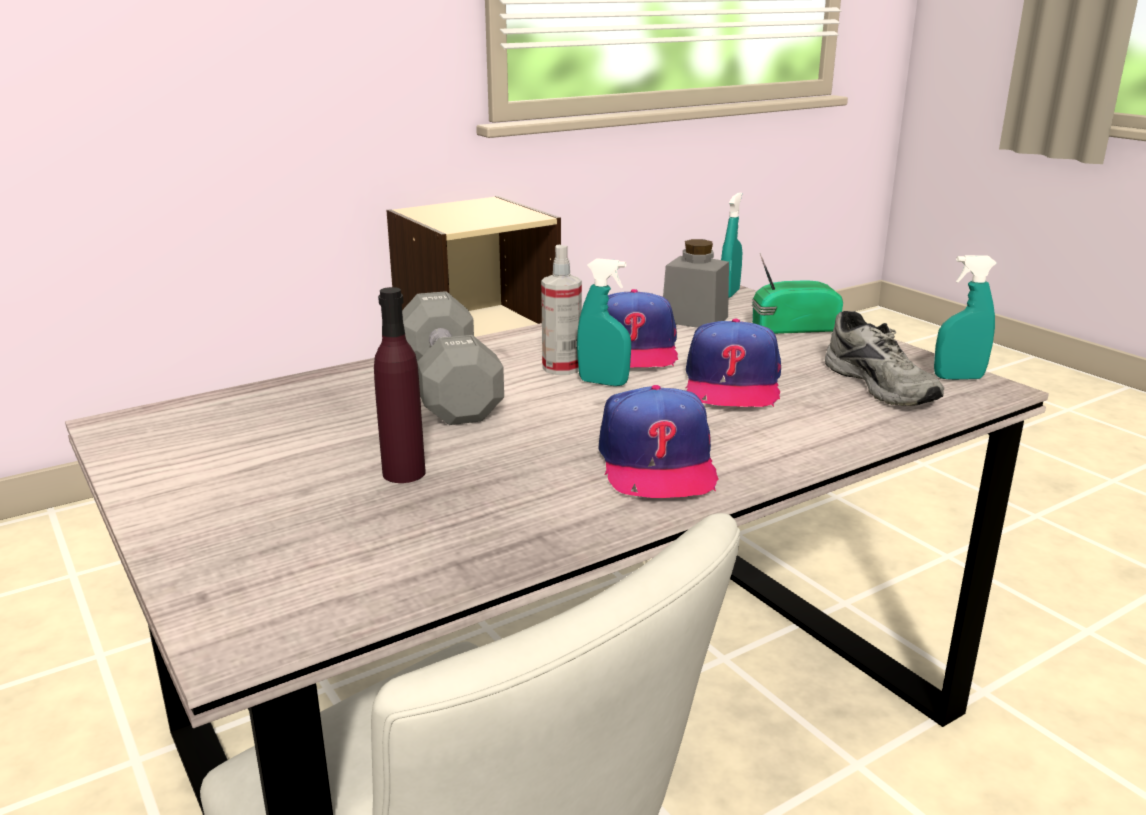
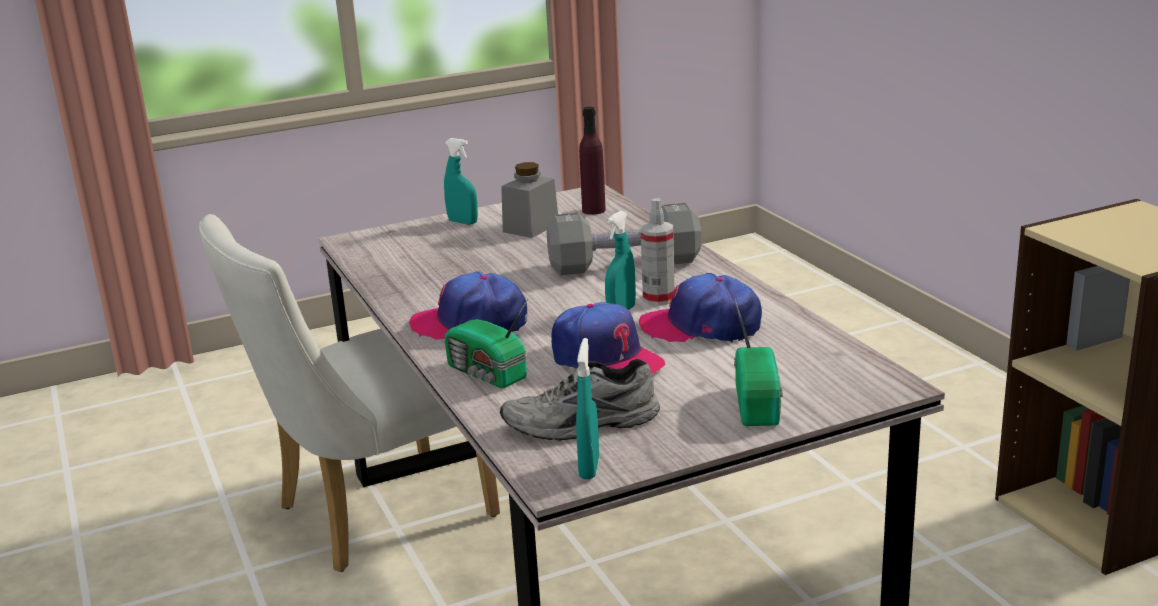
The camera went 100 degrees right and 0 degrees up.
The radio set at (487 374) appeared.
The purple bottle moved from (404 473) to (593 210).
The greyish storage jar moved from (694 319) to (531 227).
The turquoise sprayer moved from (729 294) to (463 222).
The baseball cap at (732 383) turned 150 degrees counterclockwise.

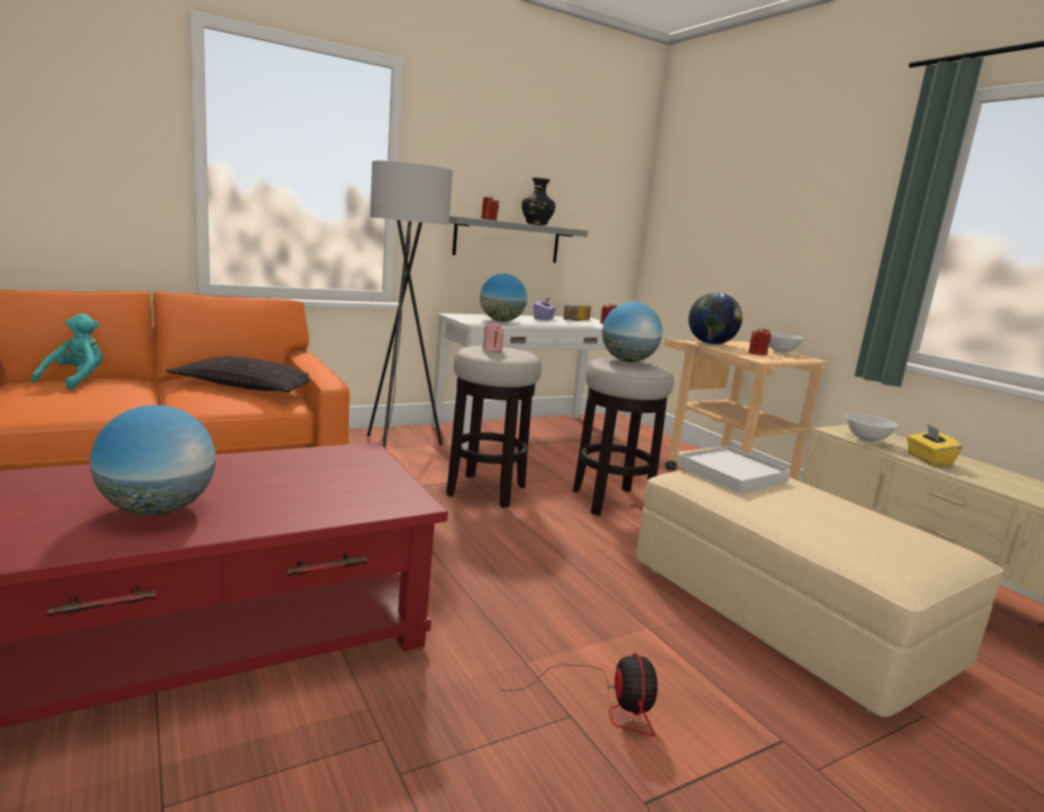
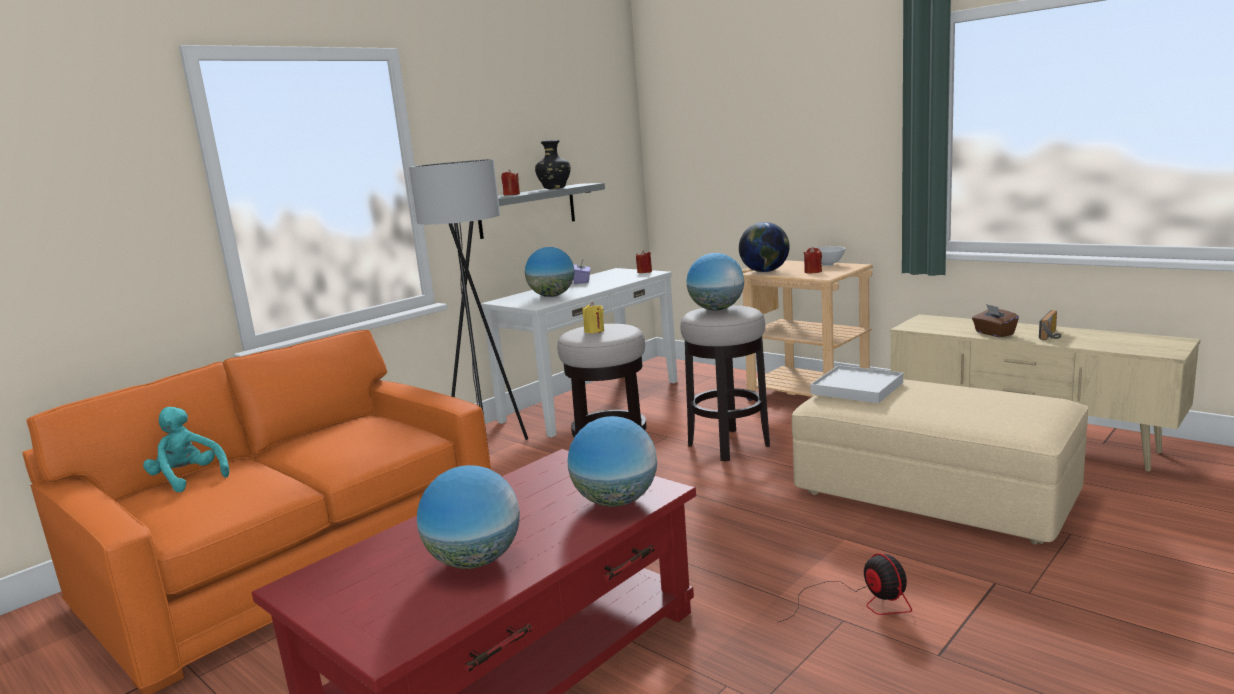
The camera went 15 degrees left and 0 degrees up.
The pillow at (247 386) disappeared.
The whitish serving bowl at (867 441) disappeared.
The desk globe at (616 502) appeared.
The radio set moved from (577 320) to (1052 335).
The pink-coloured candle at (492 350) became the yellow candle at (594 331).
The yellow tissue holder at (928 460) became the brown-coloured tissue holder at (994 333).
The turquoise plush toy at (76 381) turned 45 degrees counterclockwise.

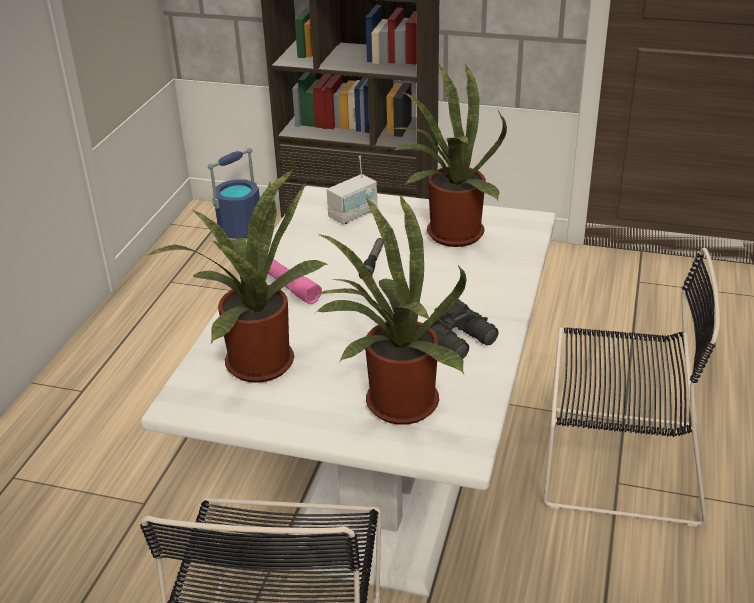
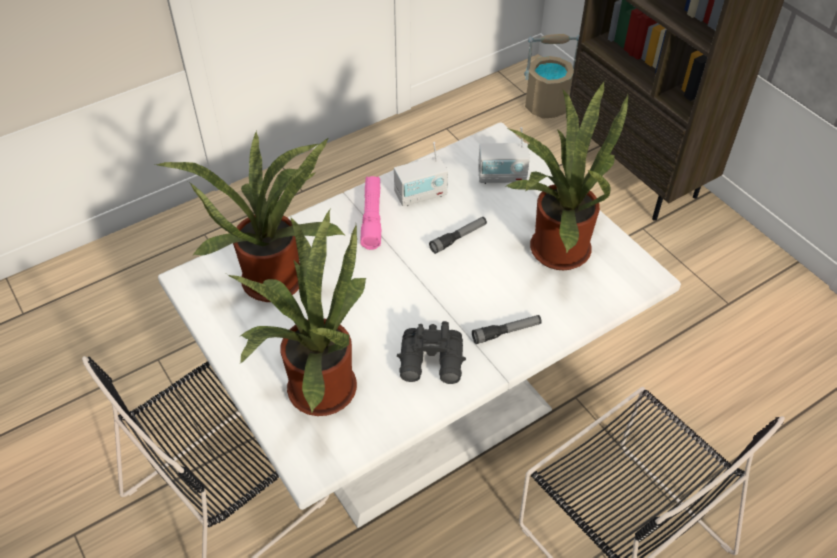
The camera went 40 degrees right and 15 degrees up.
The radio set at (421 195) appeared.
The hand torch at (506 332) appeared.
The blue bucket at (240 228) became the beige bucket at (546 105).

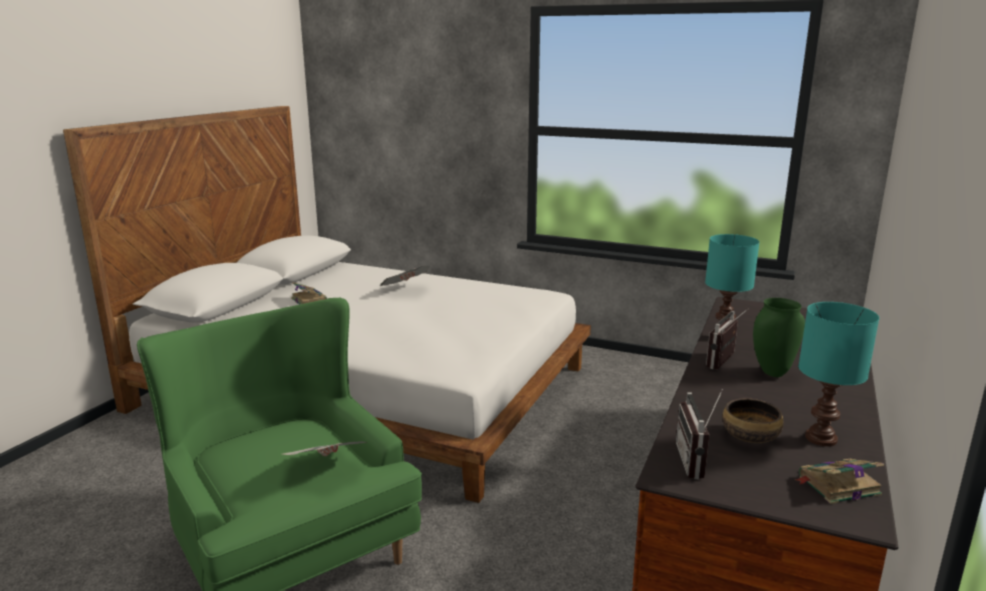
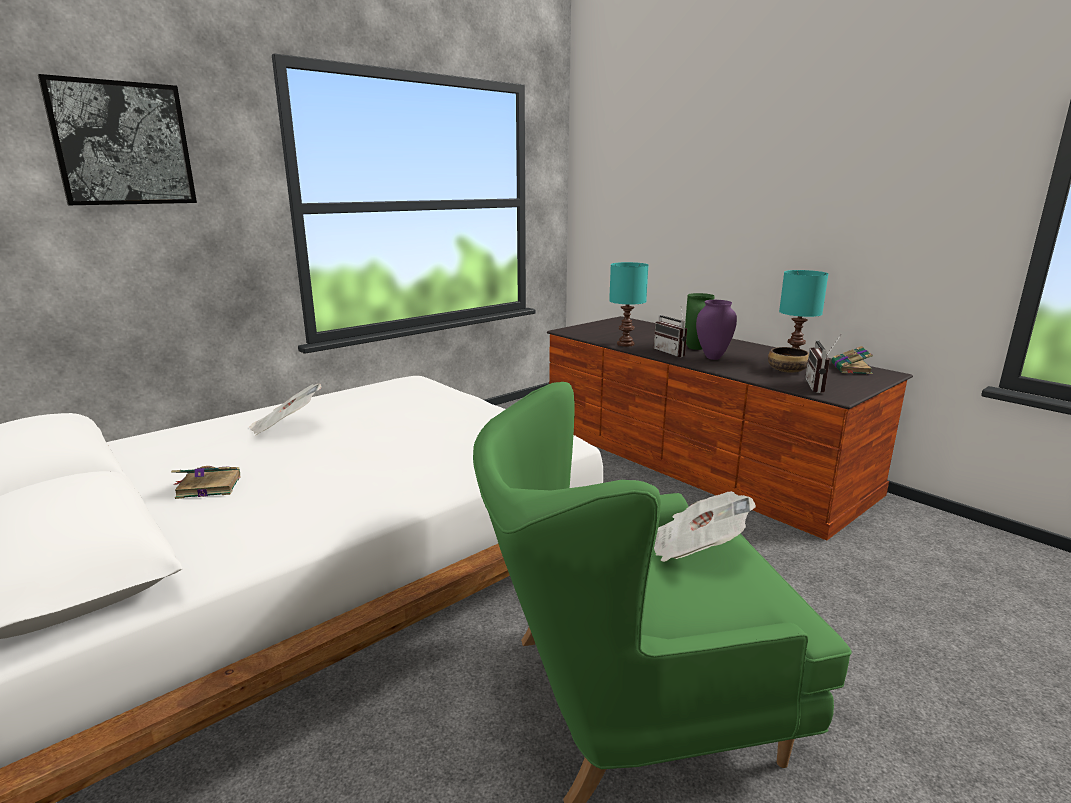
The camera went 65 degrees left and 0 degrees up.
The picture at (122 144) appeared.
The purple decorative vase at (713 358) appeared.
The radio set at (698 462) turned 75 degrees clockwise.

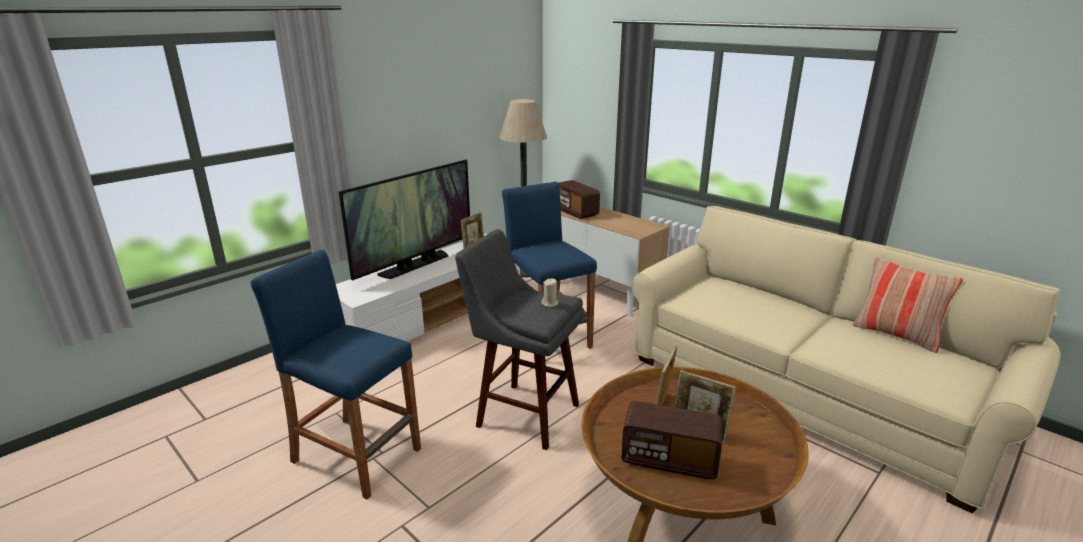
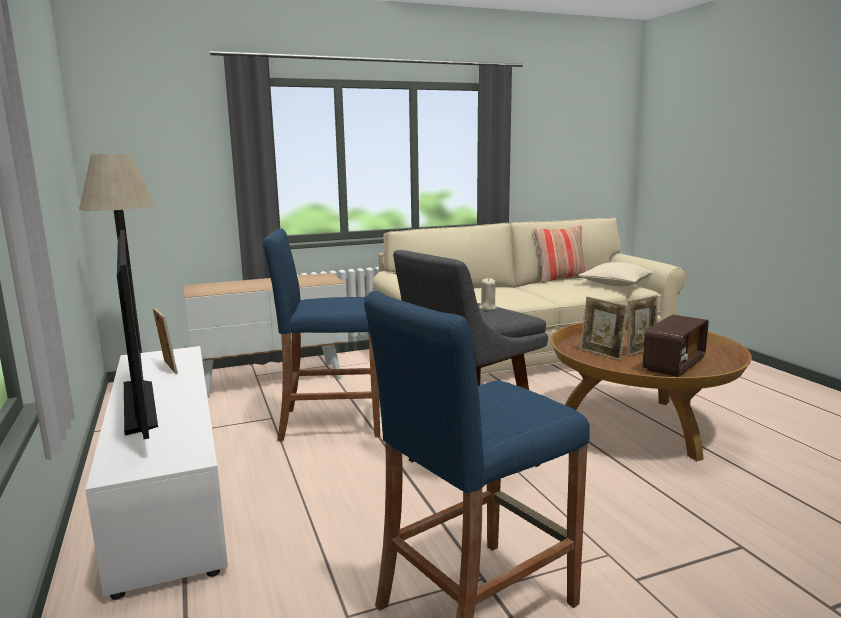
The camera went 65 degrees left and 10 degrees down.
The radio set at (575 212) disappeared.
The beige pillow at (615 284) appeared.

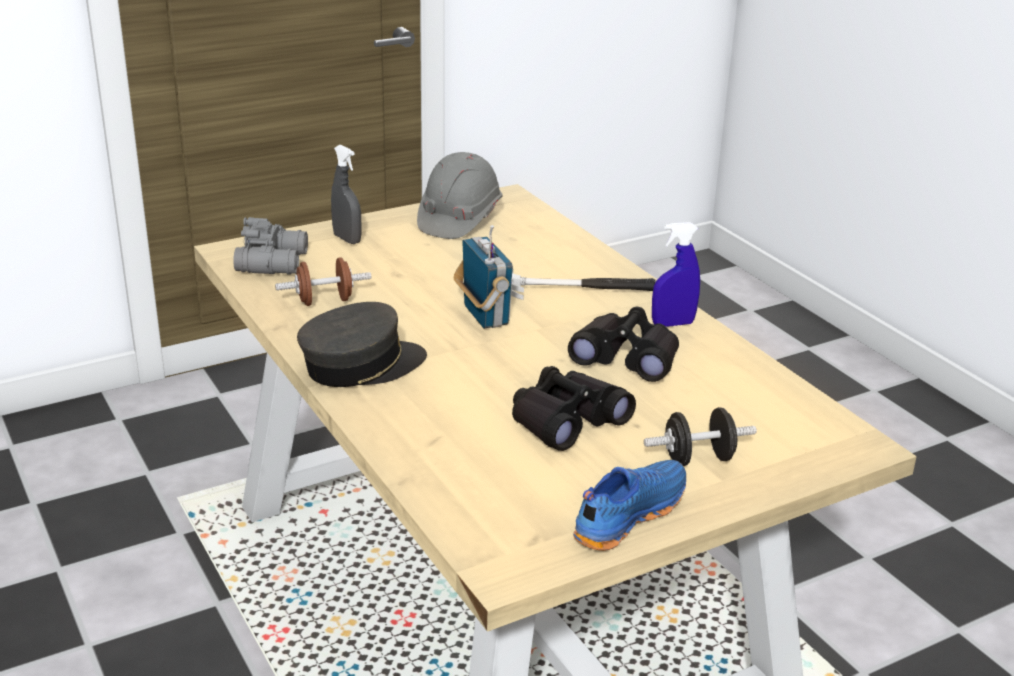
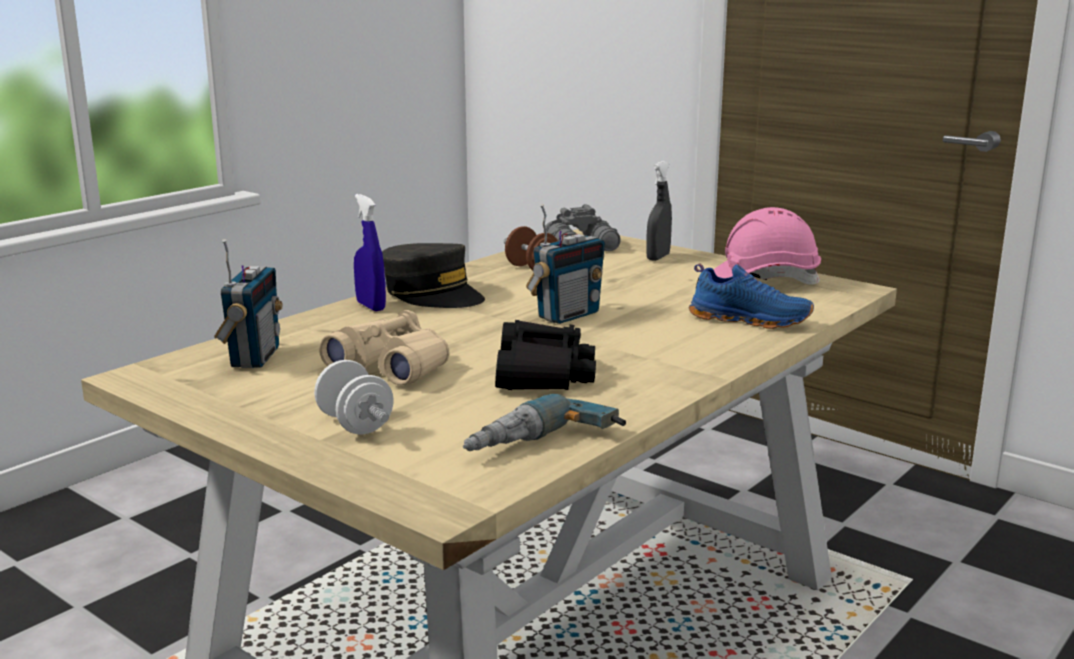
The camera went 70 degrees right and 10 degrees down.
The tool hammer at (577 289) disappeared.
The radio set at (254 357) appeared.
The drill at (545 448) appeared.
The blue item of footwear moved from (627 515) to (750 320).
The blue sprayer moved from (672 324) to (371 306).
The greyish work helmet at (459 219) became the pink-coloured work helmet at (763 281).
The black field glasses at (566 421) became the beige field glasses at (392 366).
The black hand weight at (698 459) became the whitish hand weight at (355 424).

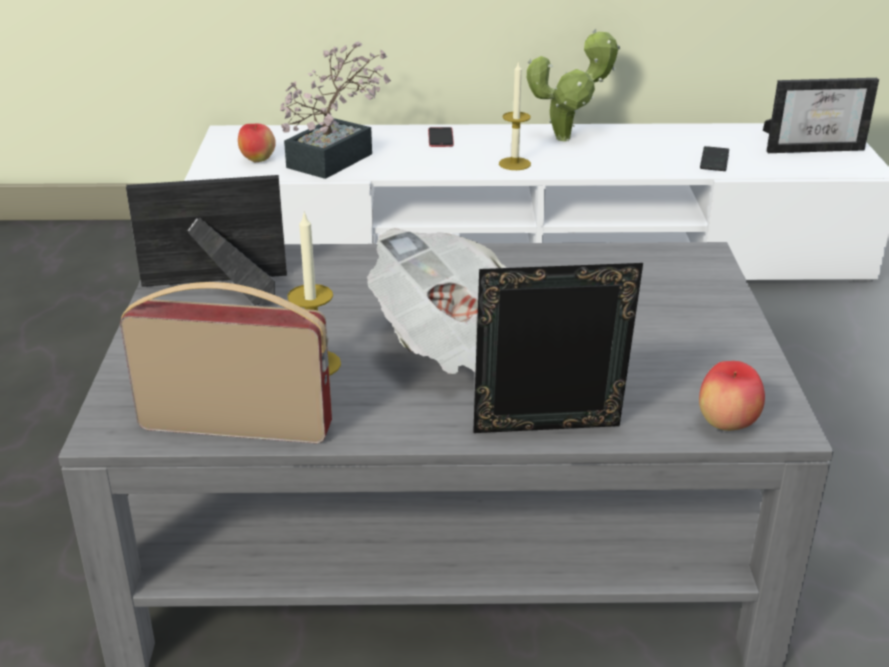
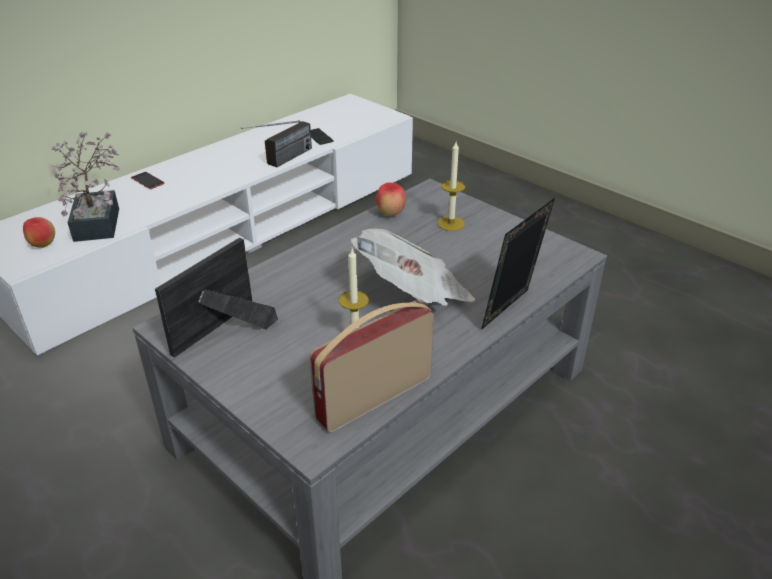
The camera went 45 degrees left and 5 degrees up.
The potted plant at (568 138) disappeared.
The photo frame at (813 147) disappeared.
The radio set at (281 161) appeared.
The candle moved from (514 164) to (451 223).
The apple moved from (726 425) to (390 214).

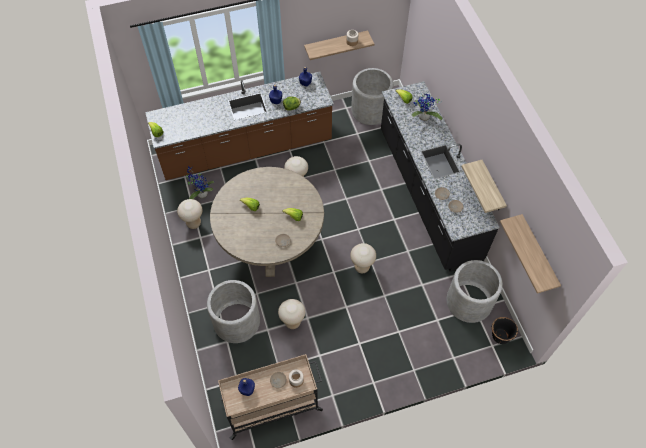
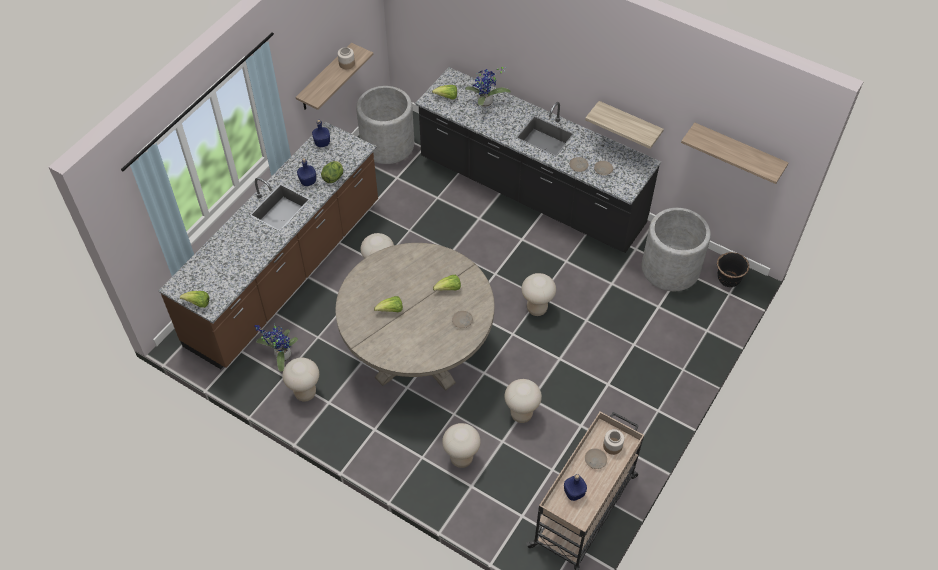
The camera went 40 degrees left and 5 degrees down.
The greyish plant pot at (236 322) was replaced by the beige stool at (461 458).

